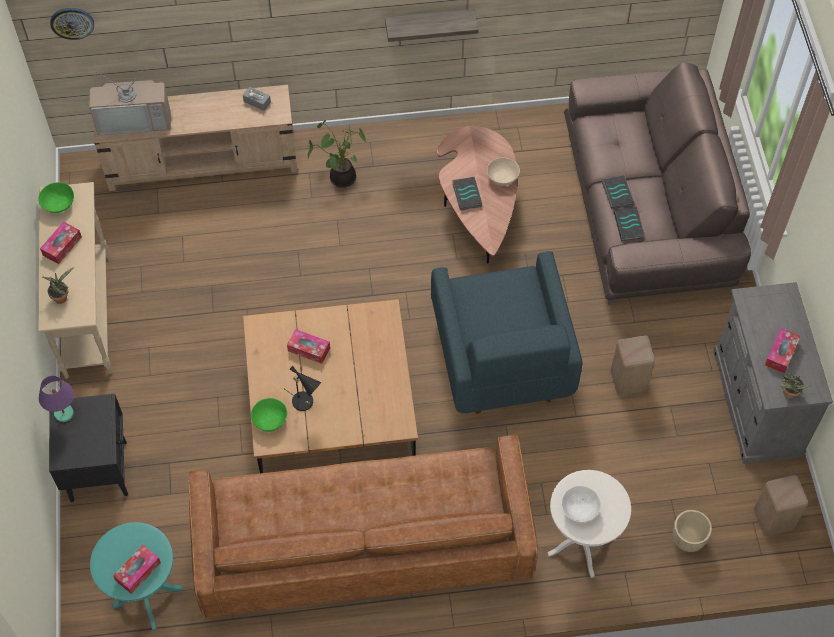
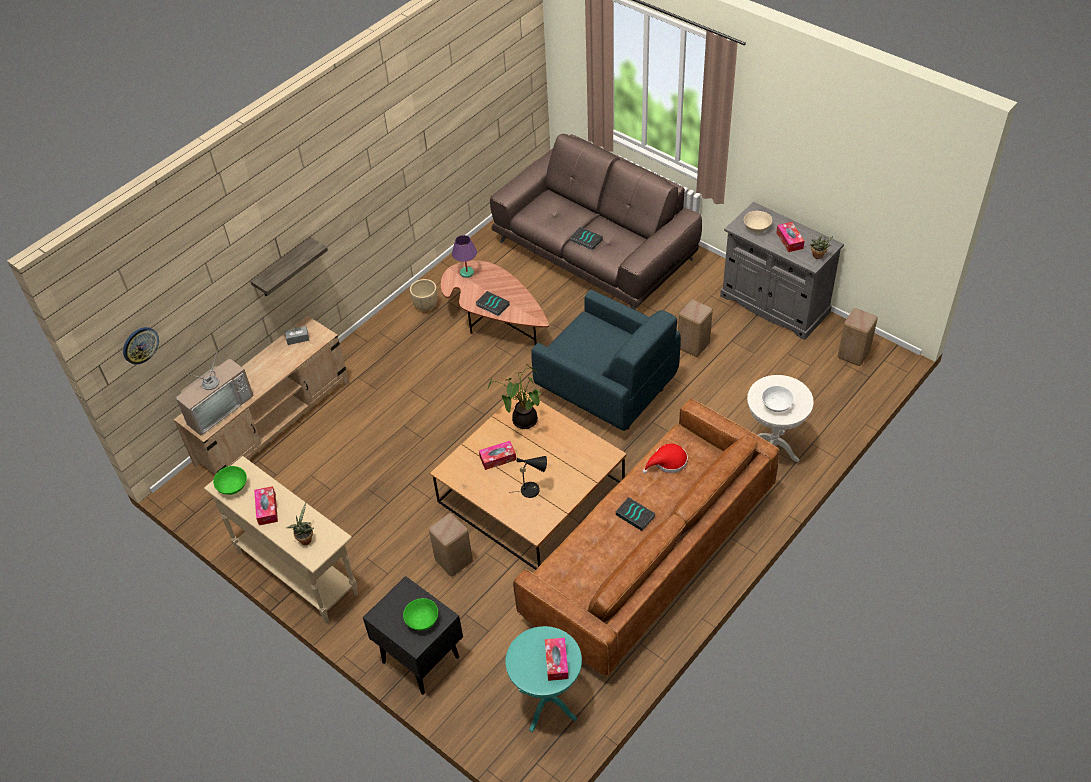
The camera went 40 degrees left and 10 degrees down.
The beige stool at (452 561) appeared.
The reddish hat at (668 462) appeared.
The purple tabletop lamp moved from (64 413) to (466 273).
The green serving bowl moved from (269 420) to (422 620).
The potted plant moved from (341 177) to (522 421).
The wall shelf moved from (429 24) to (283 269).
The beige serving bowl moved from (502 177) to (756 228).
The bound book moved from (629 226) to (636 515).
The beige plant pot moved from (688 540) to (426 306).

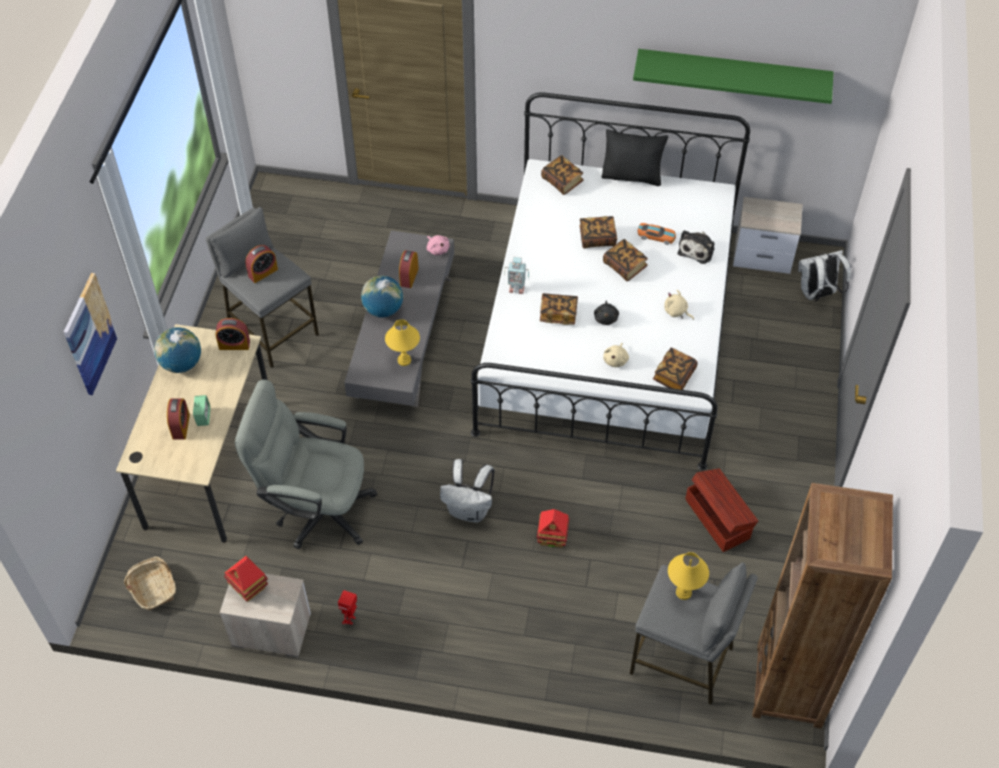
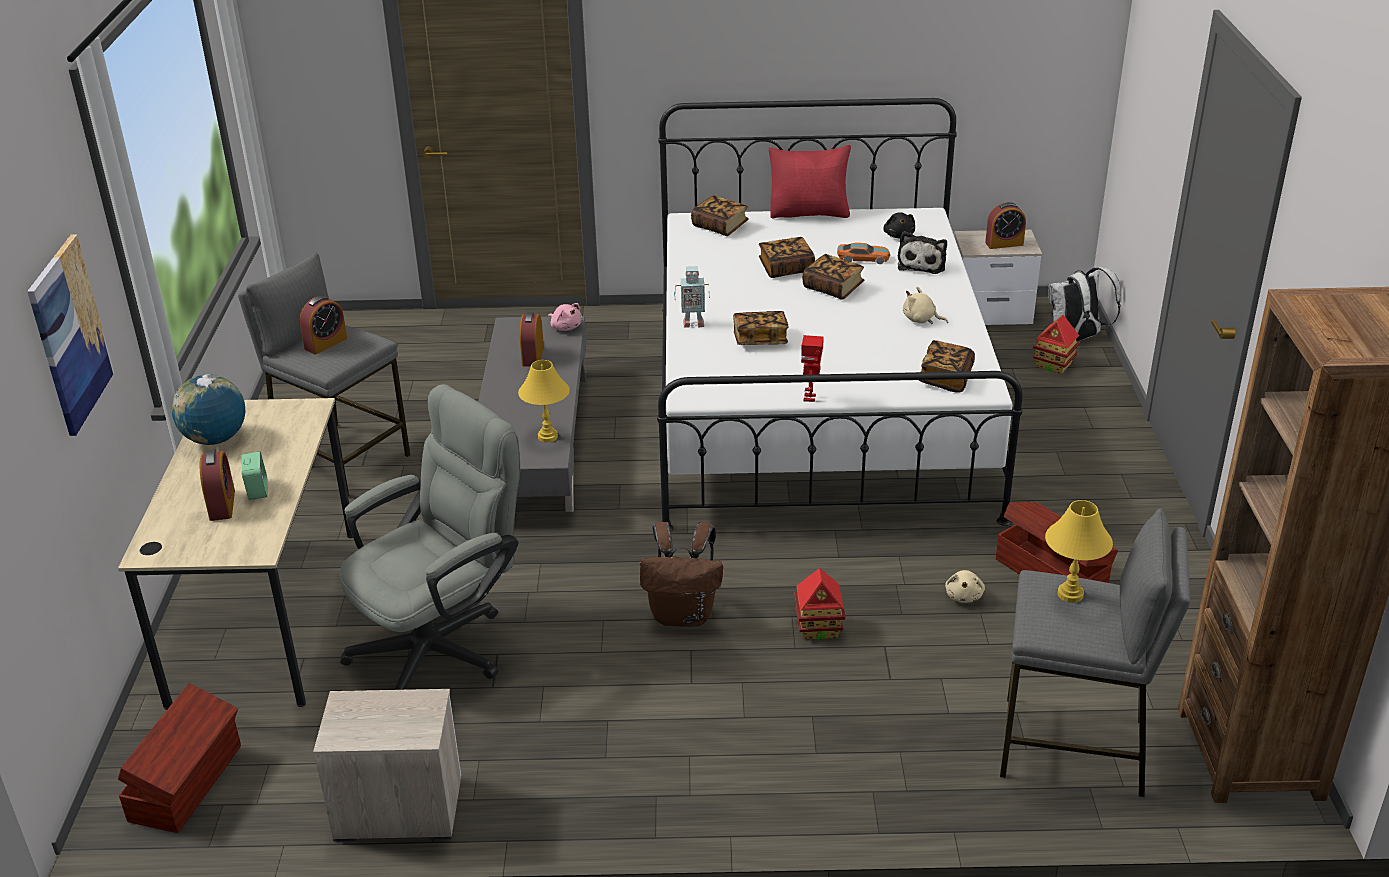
The camera went 10 degrees left and 20 degrees down.
The desk globe at (383 310) disappeared.
The green wall shelf at (733 73) disappeared.
The bedside clock moved from (234 344) to (1004 244).
The miniature house moved from (249 587) to (1053 365).
The toy robot moved from (350 620) to (810 398).
The black plush toy moved from (606 318) to (899 235).
The beige plush toy moved from (616 360) to (964 596).
The household basket at (153 588) was replaced by the brown-coloured storage container at (188 782).
The whitish rucksack at (469 510) became the brown-coloured rucksack at (683 615).
The black pillow at (632 176) became the reddish pillow at (809 213).
The greyish computer chair at (315 508) turned 135 degrees clockwise.

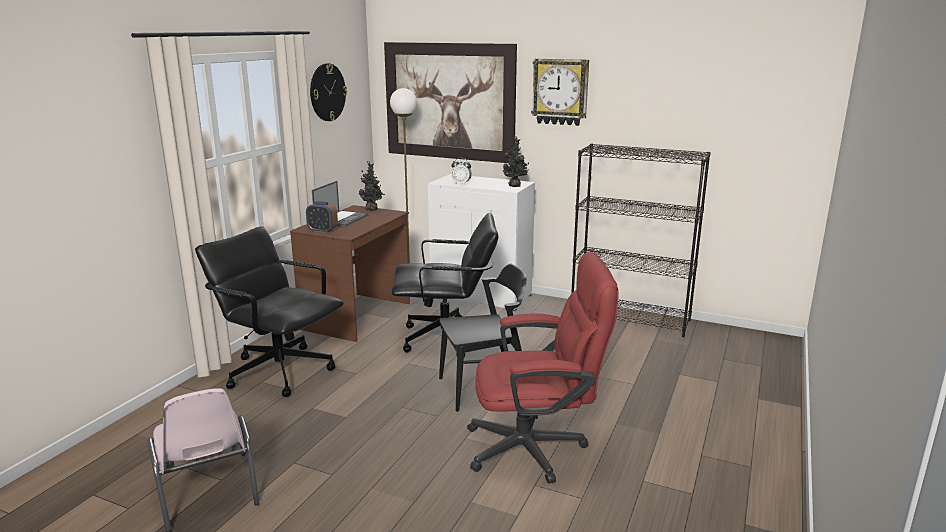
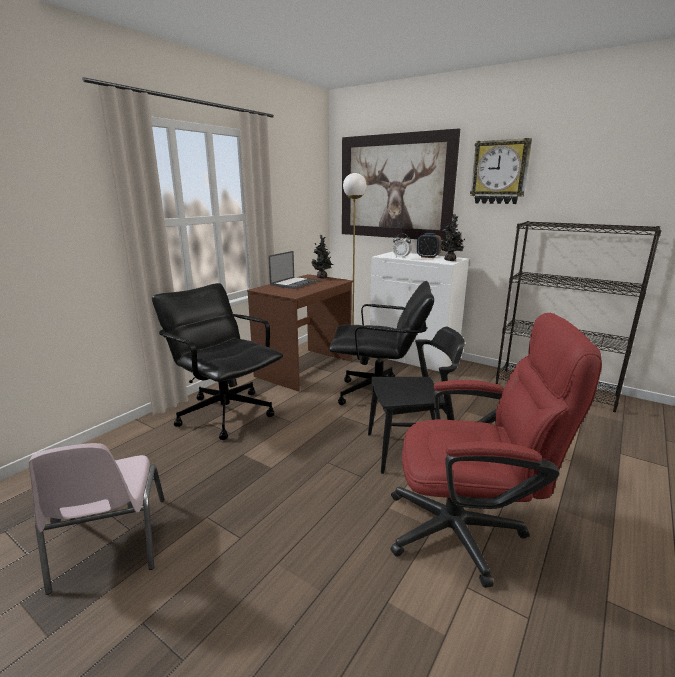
The camera went 10 degrees right and 0 degrees up.
The wall clock at (327 92) disappeared.
The bedside clock moved from (322 231) to (428 257).

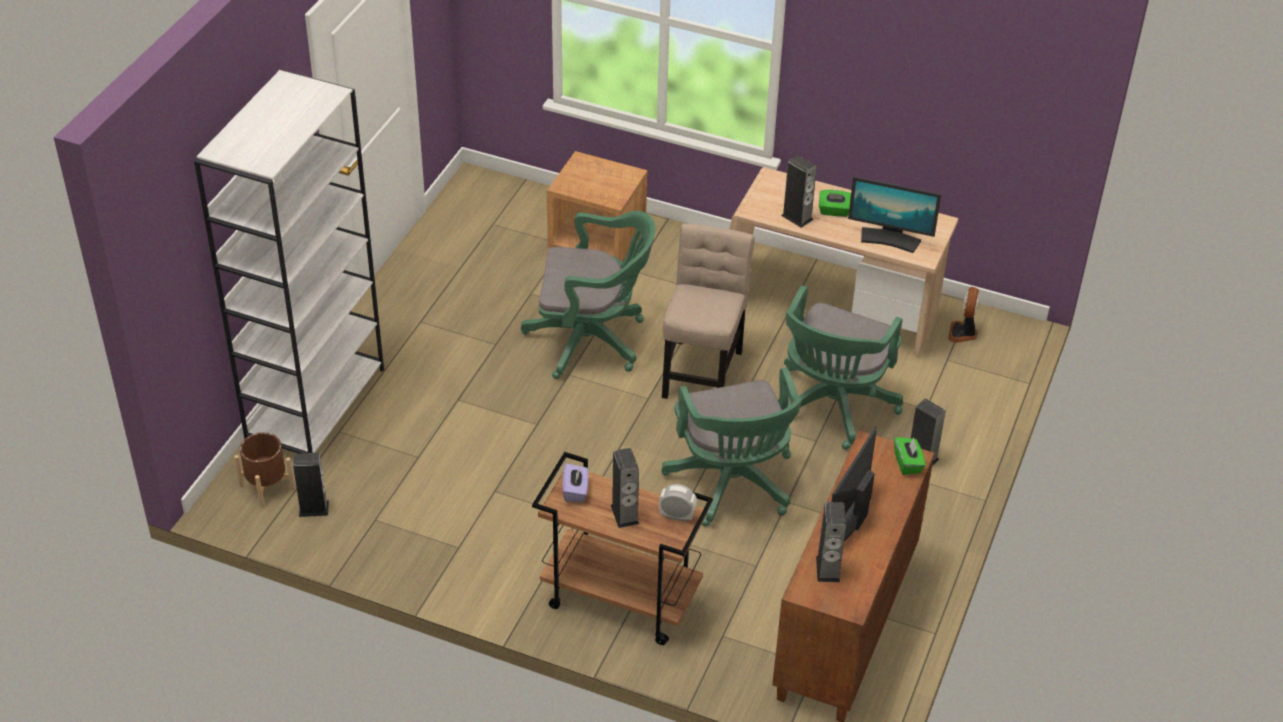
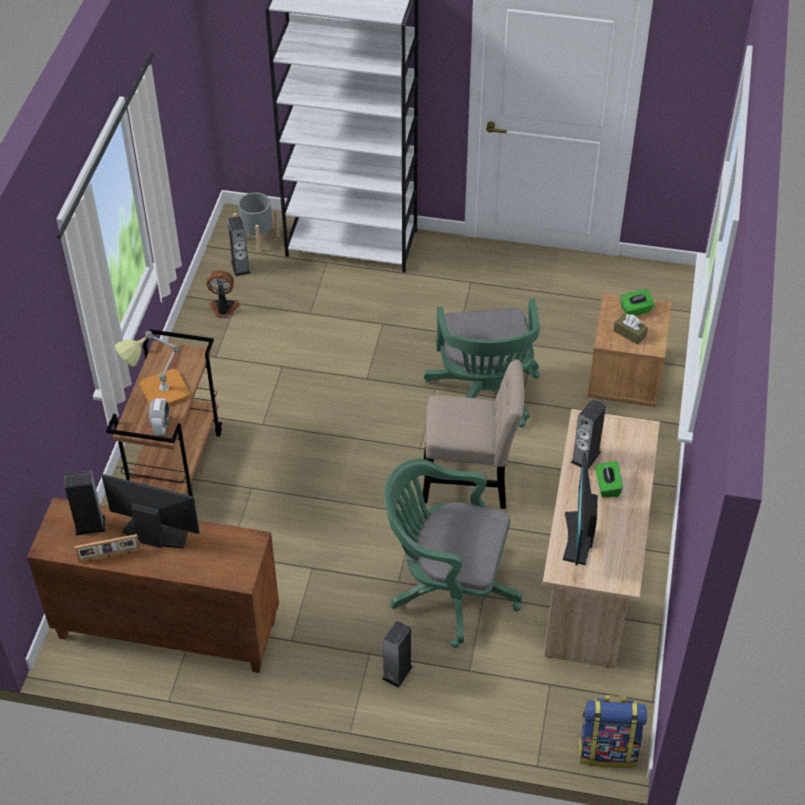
The camera went 80 degrees right and 5 degrees up.
The purple tissue holder at (575 491) disappeared.
The green computer chair at (733 486) disappeared.
The photo frame at (109 556) appeared.
The rucksack at (608 750) appeared.
The brown-coloured tissue holder at (629 333) appeared.
The green tissue holder moved from (908 463) to (635 310).
The fan moved from (963 333) to (223 309).
The audio speaker at (624 514) was replaced by the tabletop lamp at (158 393).
The brown-coloured plant pot at (267 487) became the greyish plant pot at (257 237).

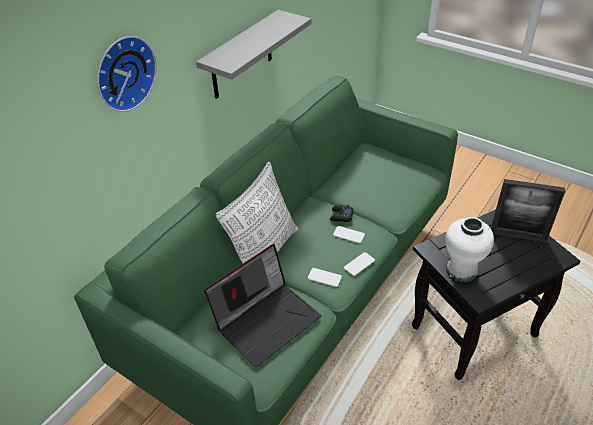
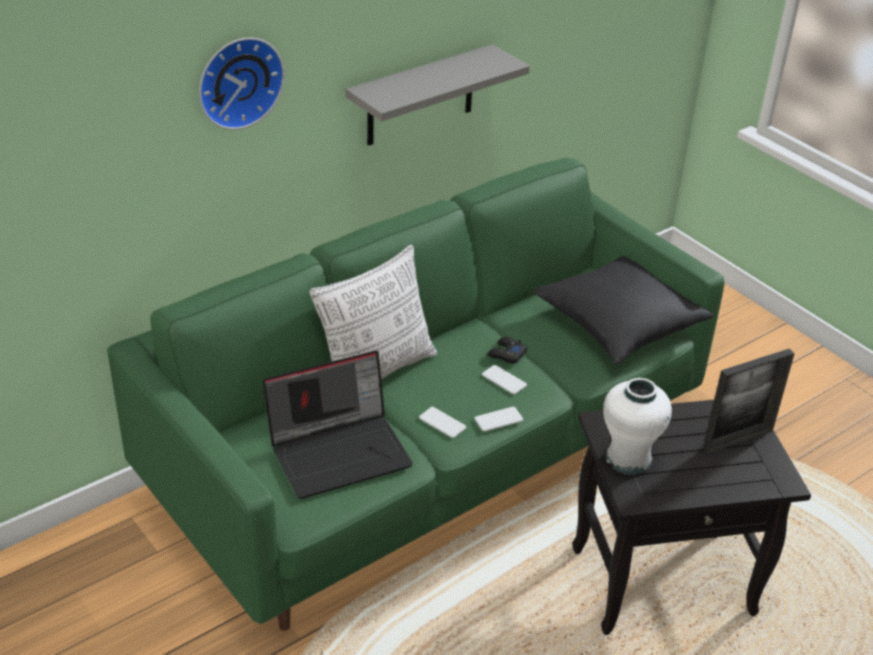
The camera went 15 degrees right and 5 degrees down.
The black pillow at (619 323) appeared.
The photo frame at (518 236) turned 60 degrees counterclockwise.

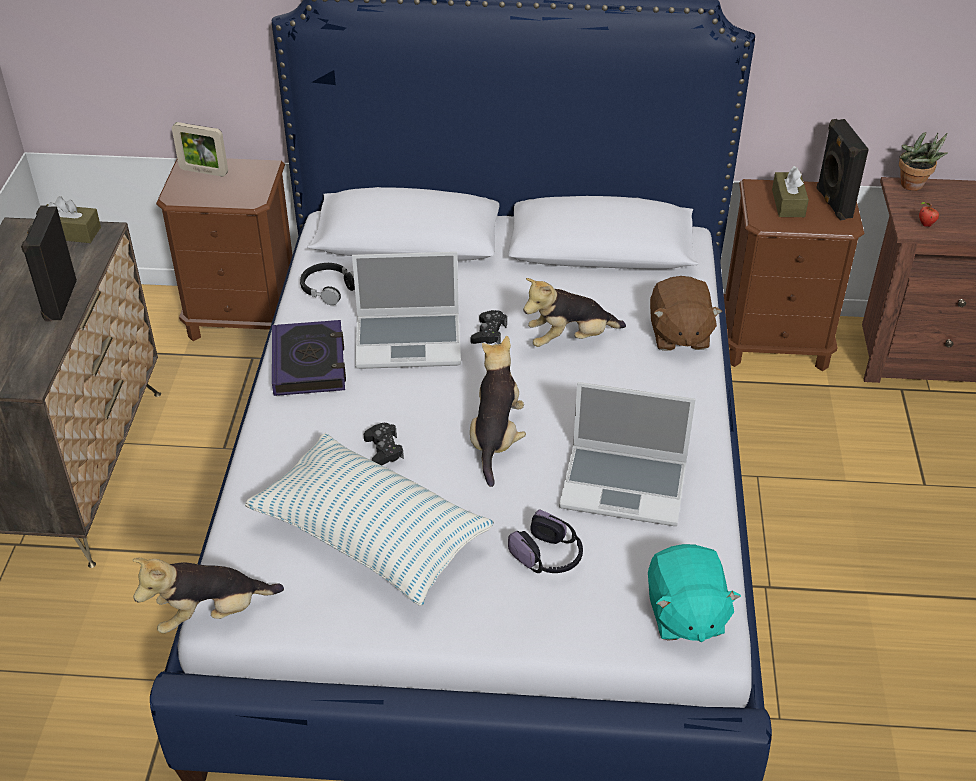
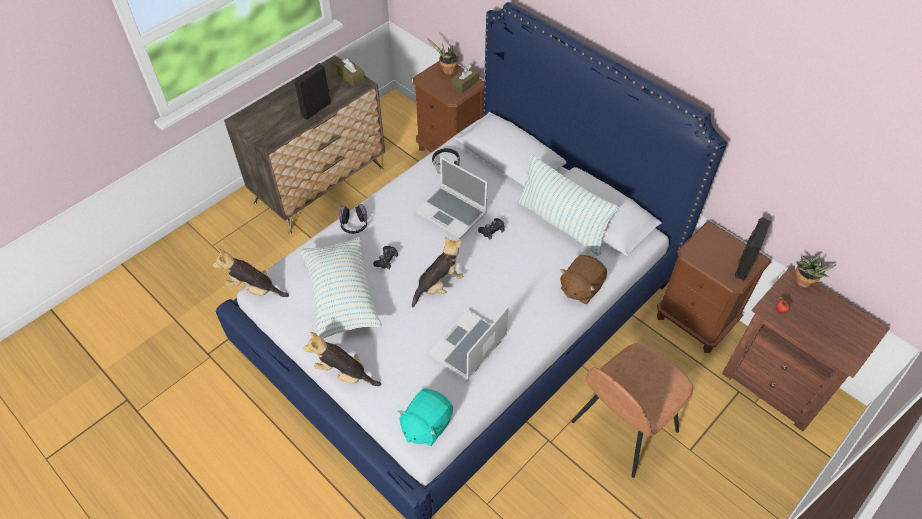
The camera went 40 degrees right and 10 degrees up.
The bound book at (309 364) disappeared.
The pillow at (561 224) appeared.
The brown-coloured plain chair at (622 428) appeared.
The headphones moved from (548 557) to (354 225).
The plush toy moved from (570 339) to (344 373).
The brown-coloured tissue holder moved from (788 203) to (465 84).
The photo frame at (204 171) was replaced by the potted plant at (447 71).
The portable computer at (625 485) turned 75 degrees clockwise.

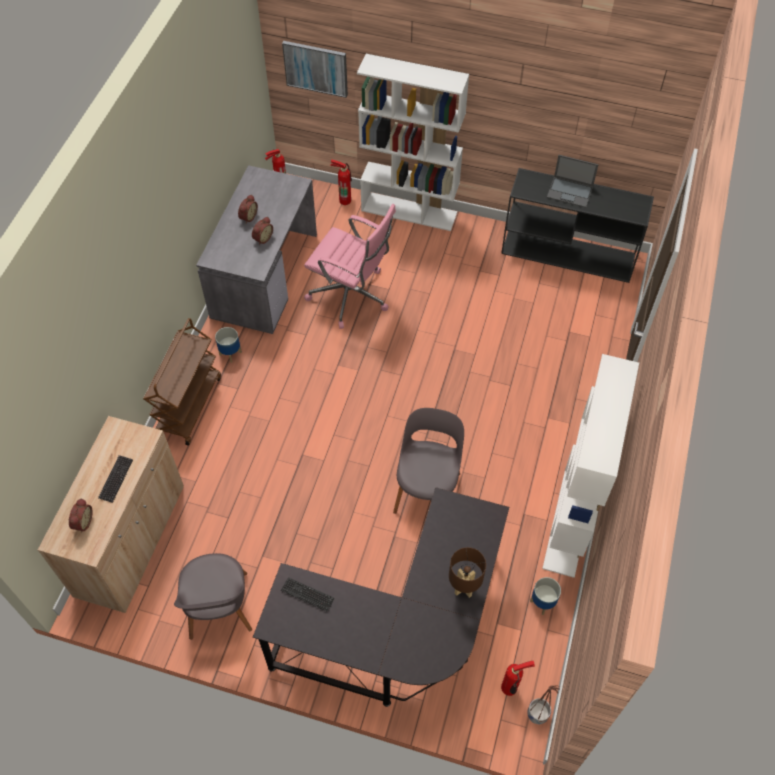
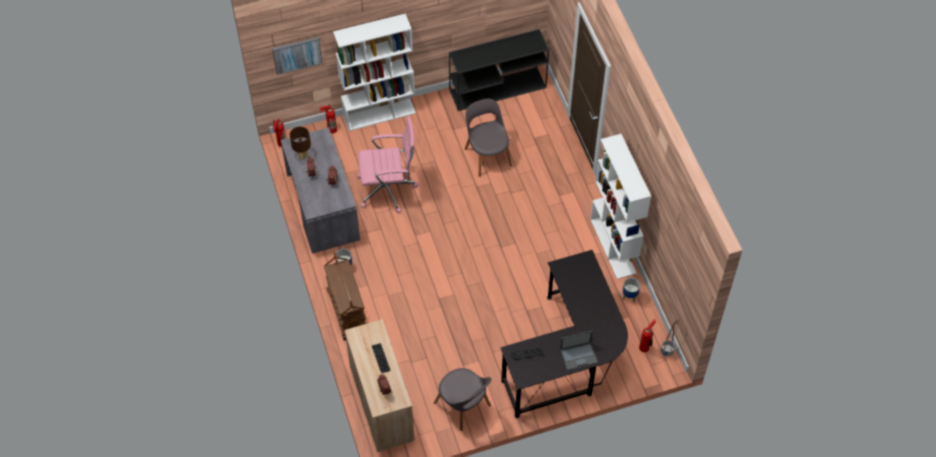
The camera went 35 degrees left and 0 degrees up.
The greyish plain chair moved from (427 489) to (487 155).
The brown-coloured tabletop lamp moved from (464 588) to (302 155).
The portable computer moved from (570 192) to (579 356).

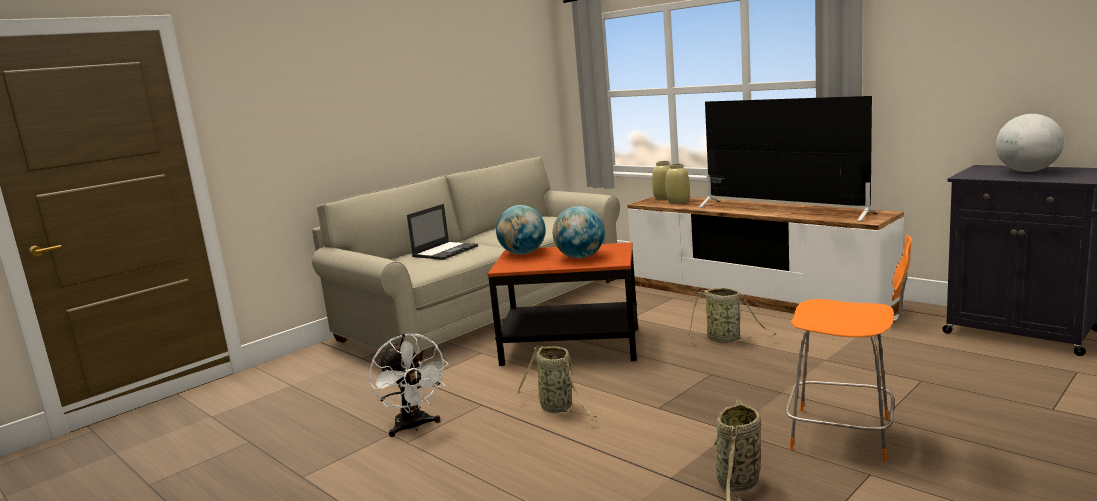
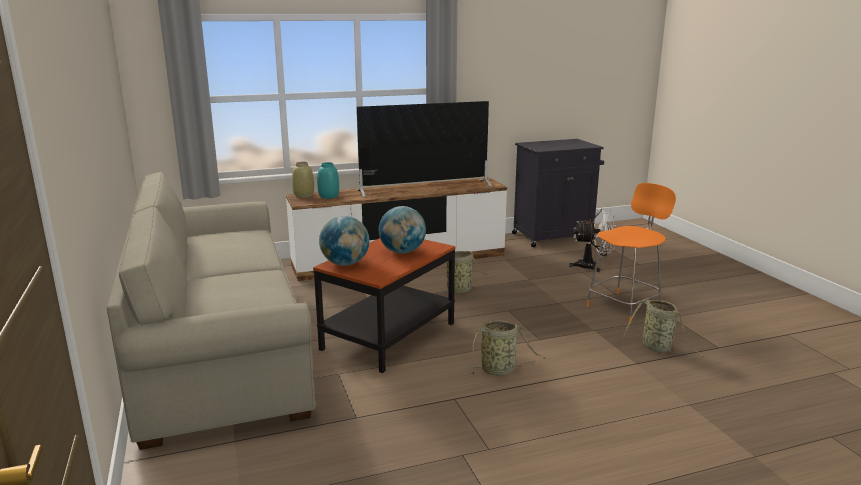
The camera went 65 degrees left and 5 degrees up.
The portable computer at (446 251) disappeared.
The desk globe at (1027 171) disappeared.
The whitish fan moved from (414 427) to (592 266).
The beige decorative vase at (678 202) became the turquoise decorative vase at (329 196).

